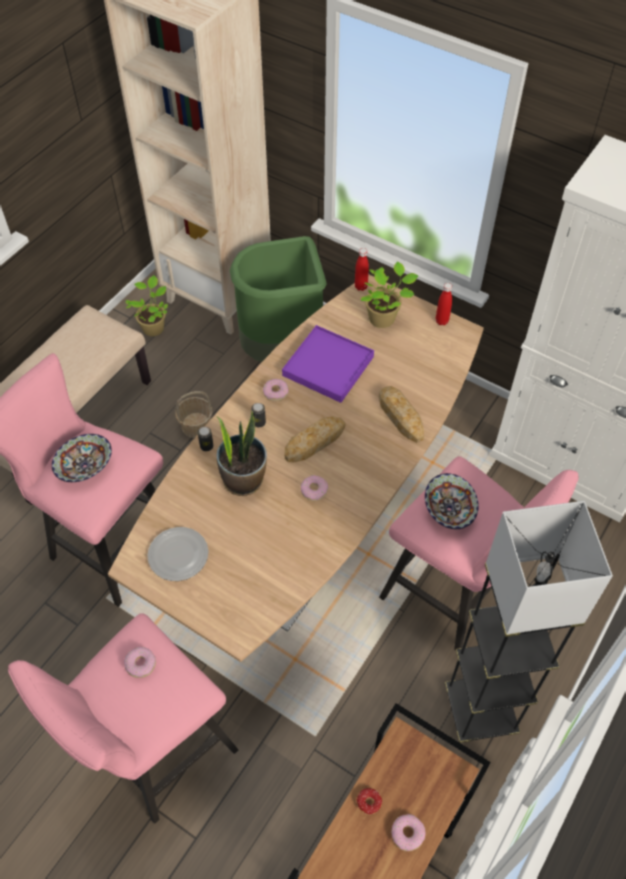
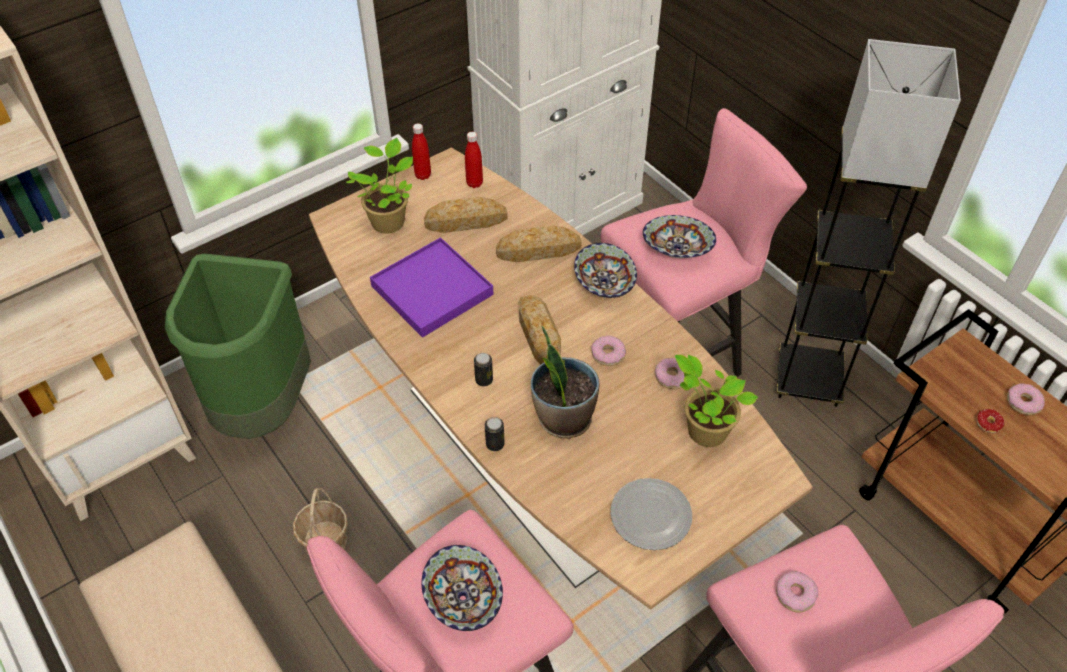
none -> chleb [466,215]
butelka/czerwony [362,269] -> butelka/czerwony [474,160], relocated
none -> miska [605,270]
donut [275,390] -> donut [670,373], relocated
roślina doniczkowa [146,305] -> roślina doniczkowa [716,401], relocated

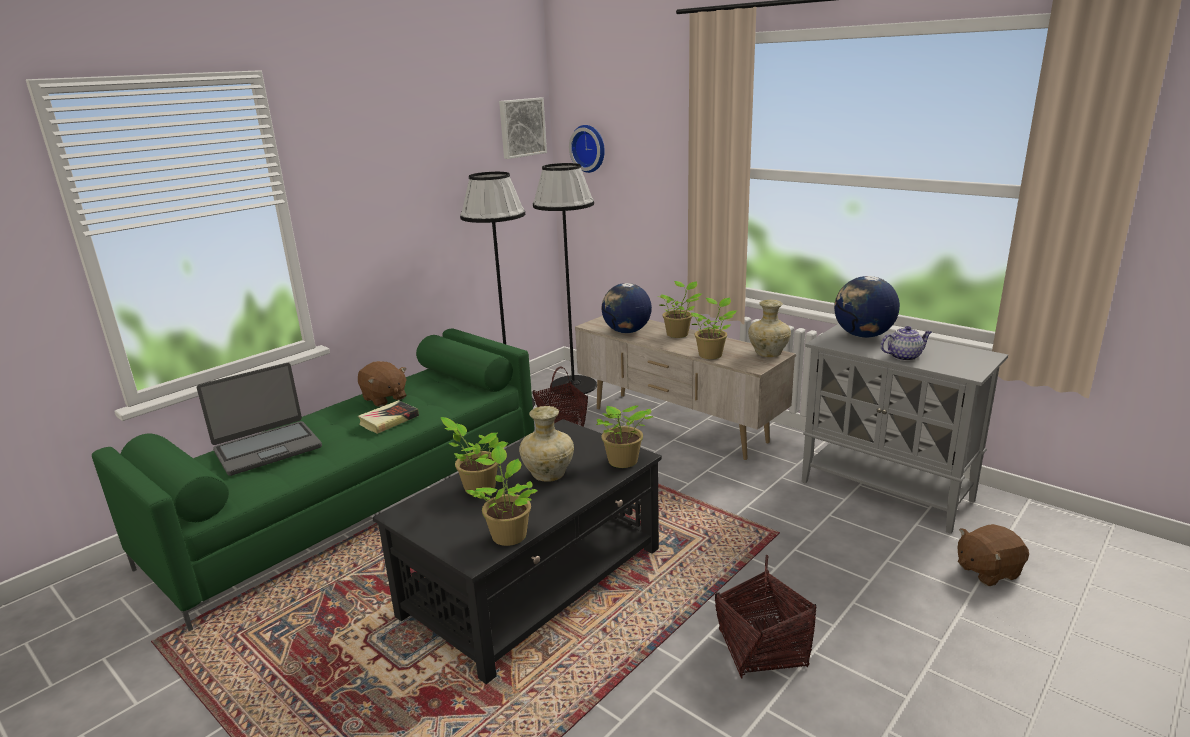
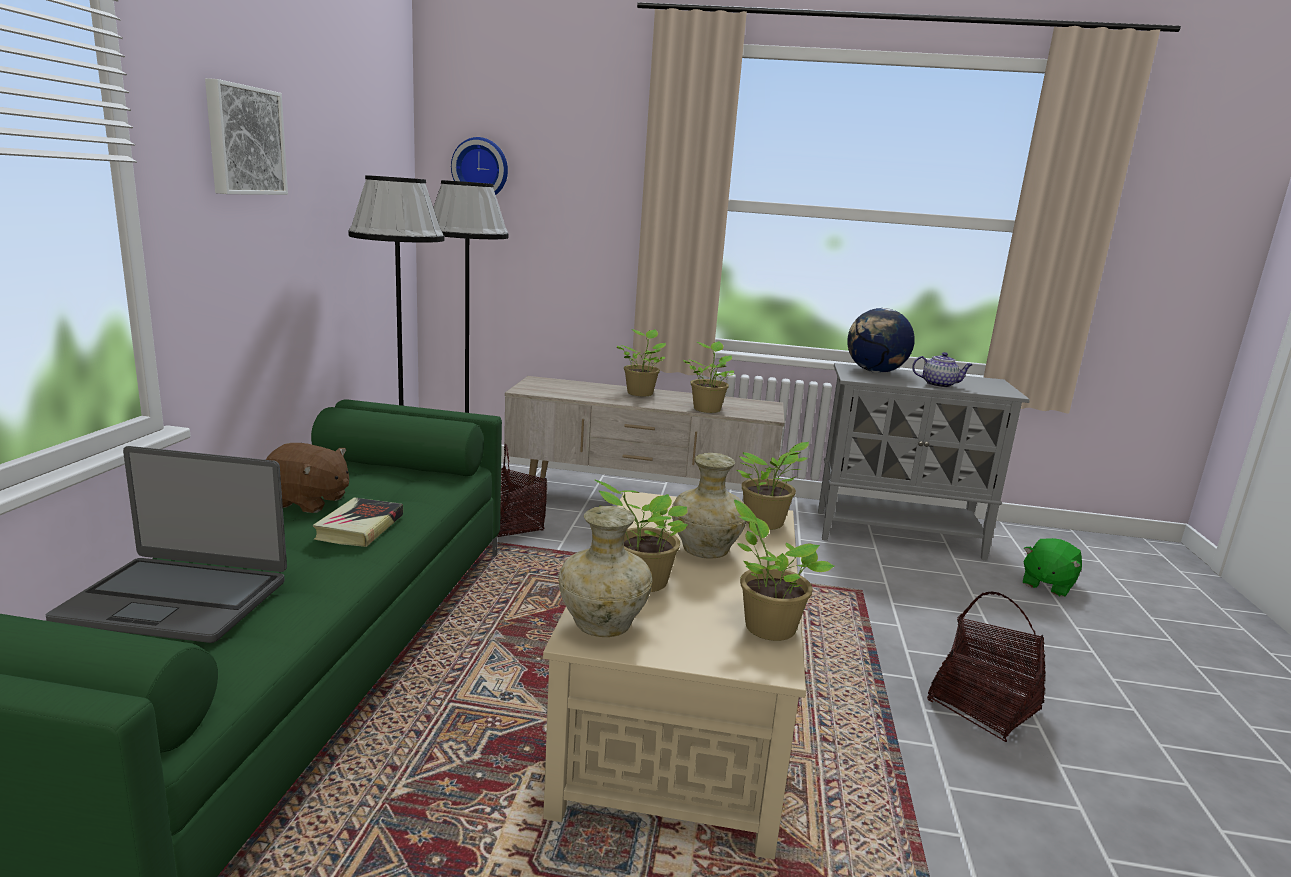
laptop [259,419] -> laptop [166,544], 75 degrees clockwise
obraz [523,128] -> obraz [246,136], relocated
ława/czarny [517,551] -> ława/beżowy [674,675]
wazon/beżowy [769,328] -> wazon/beżowy [605,571], relocated
imbryk [906,343] -> imbryk [942,370], 60 degrees clockwise
pluszak/brązowy [993,555] -> pluszak/zielony [1052,567]
globus [627,308] -> none

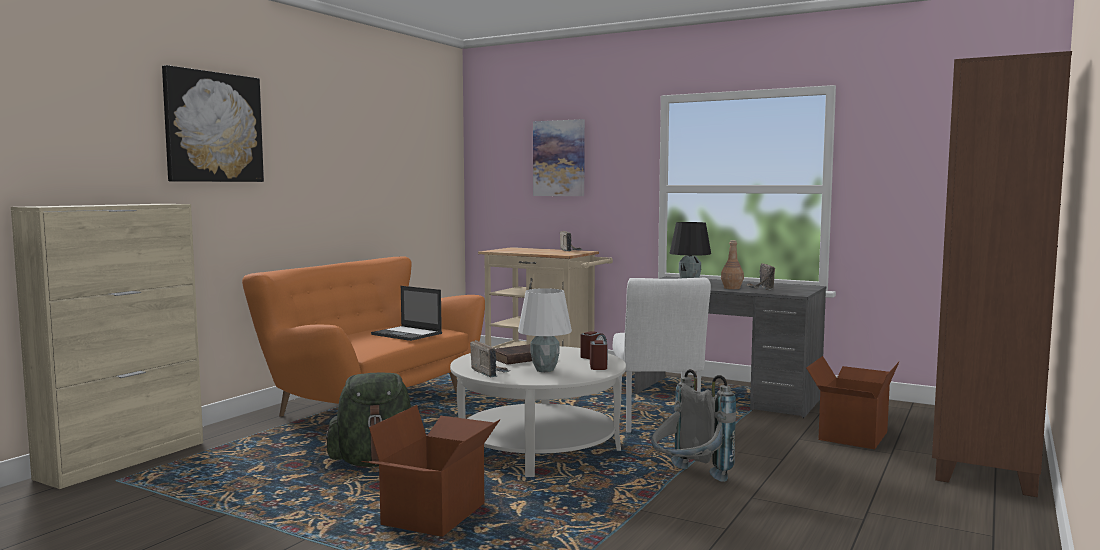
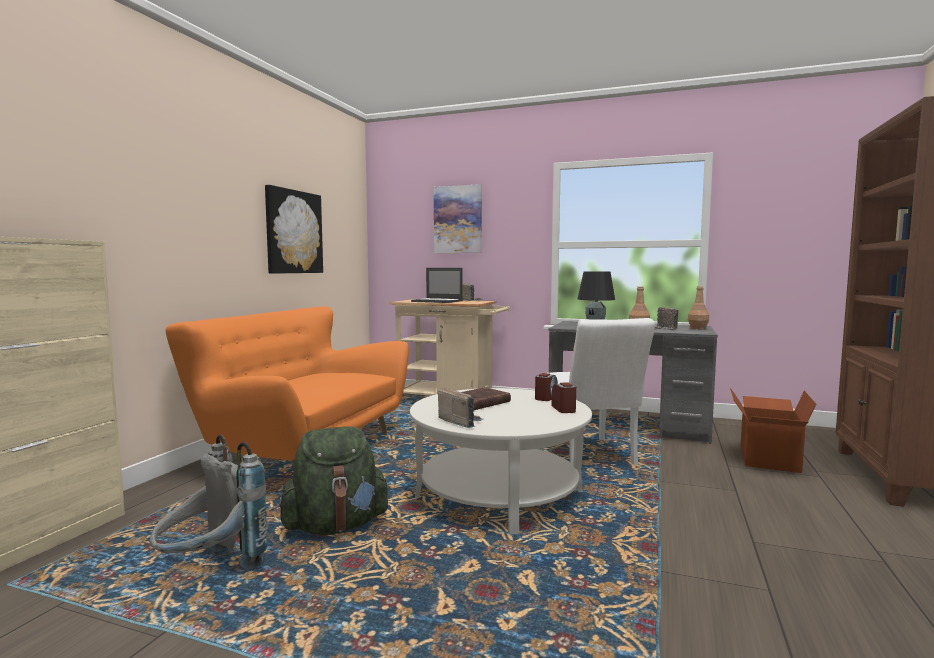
plecak/szary [693,425] -> plecak/szary [208,502], relocated
obraz [213,123] -> obraz [294,229], relocated
laptop [406,313] -> laptop [437,285], relocated
none -> butelka/brązowy [698,307]
karton [431,471] -> none
lampa stołowa/biały [545,330] -> none

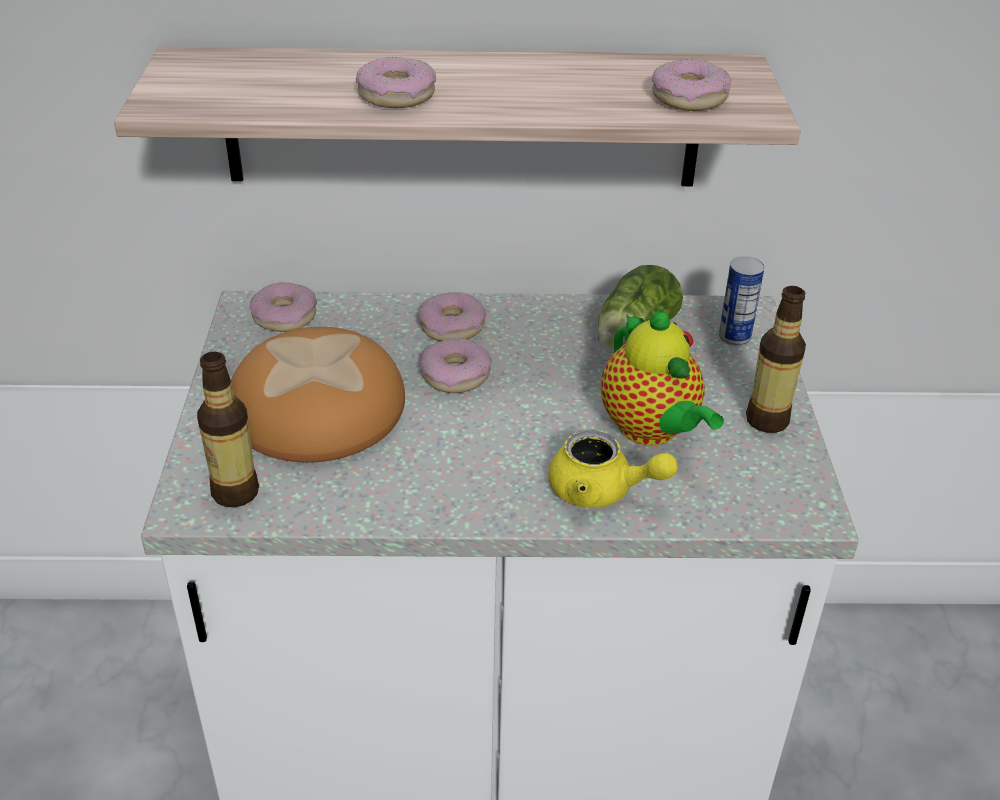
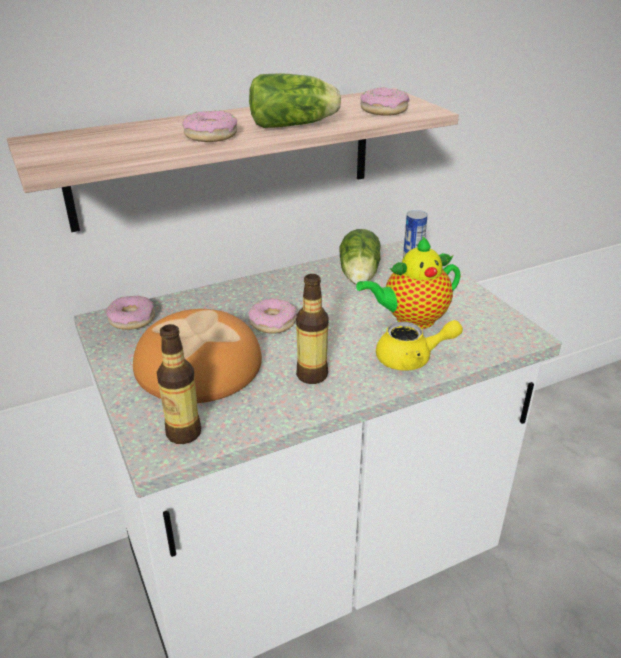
none -> sałata [295,100]
butelka [776,359] -> butelka [312,329], relocated
imbryk [662,377] -> imbryk [408,282], 120 degrees clockwise
donut [452,316] -> none

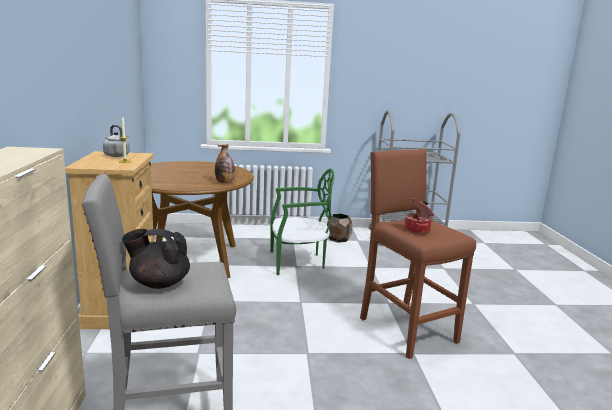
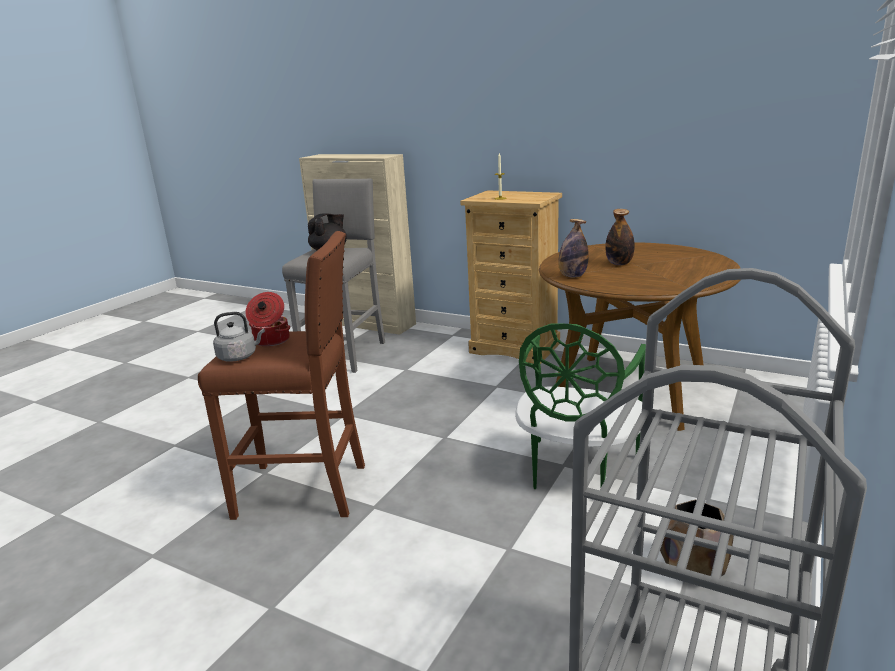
czajnik/szary [116,141] -> czajnik/szary [239,337], relocated
none -> butelka [620,237]

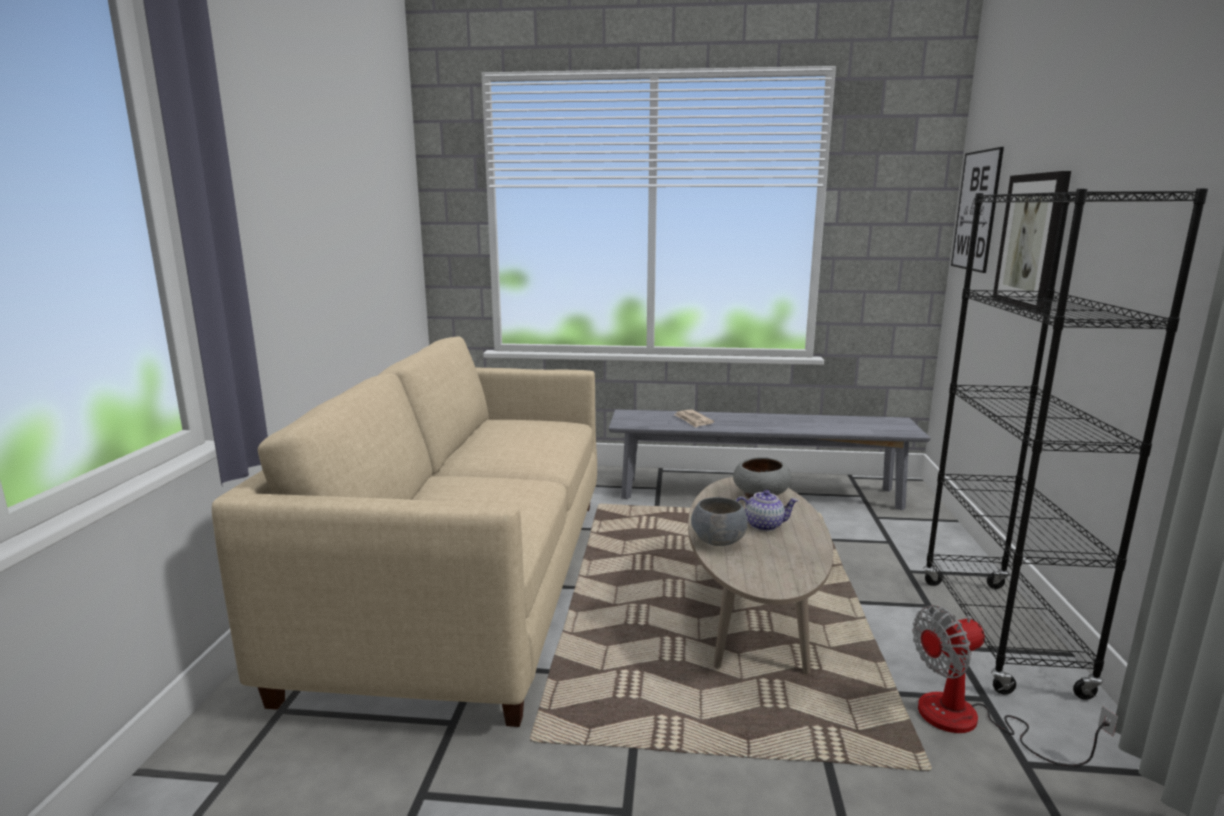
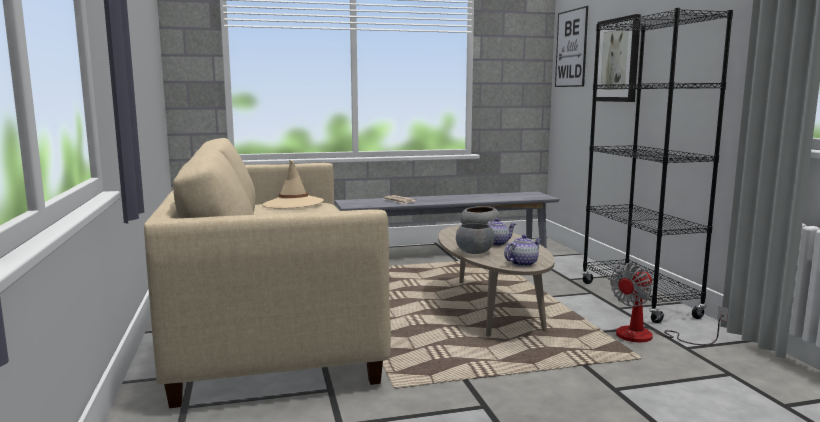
none -> kapelusz/beżowy [293,184]
none -> imbryk [523,251]

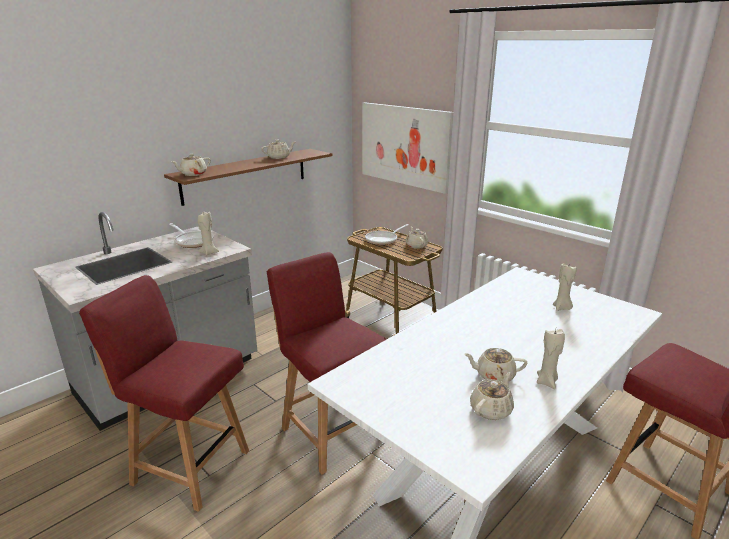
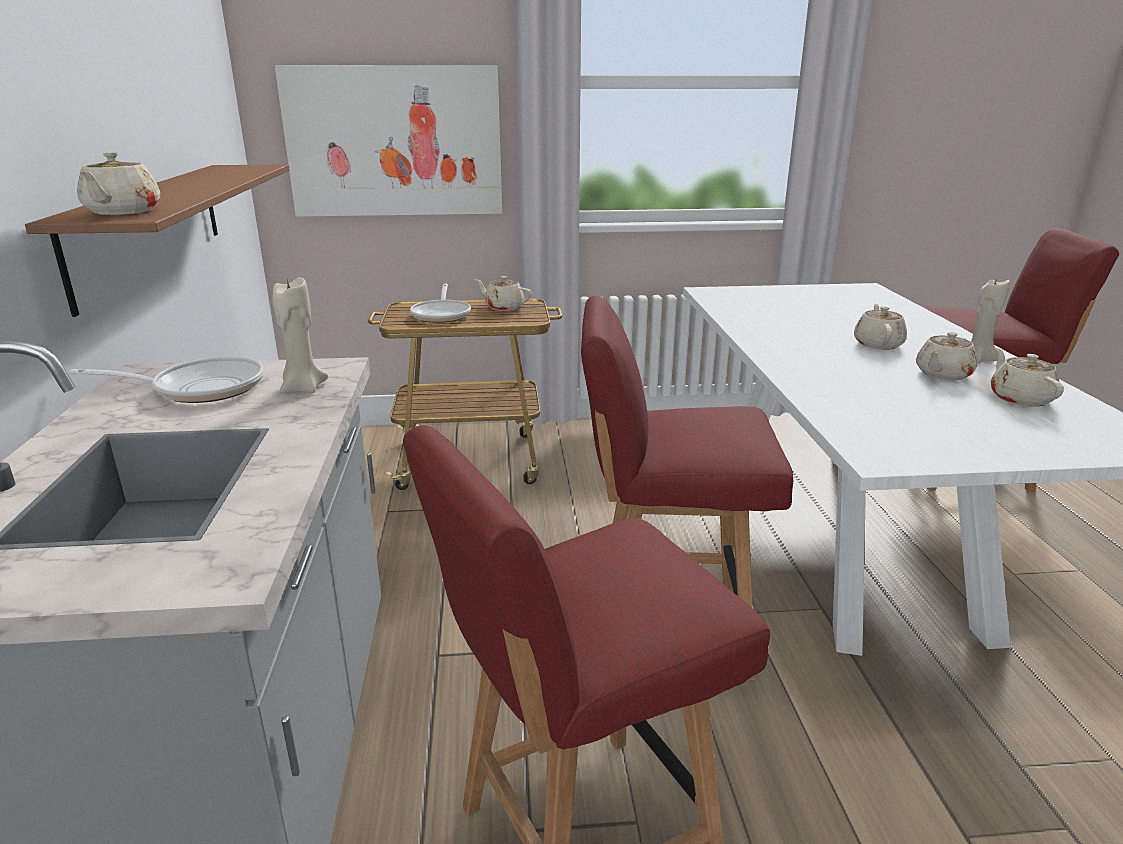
imbryk/beżowy [278,149] -> imbryk/beżowy [880,327], relocated
świeca/beżowy [565,287] -> none

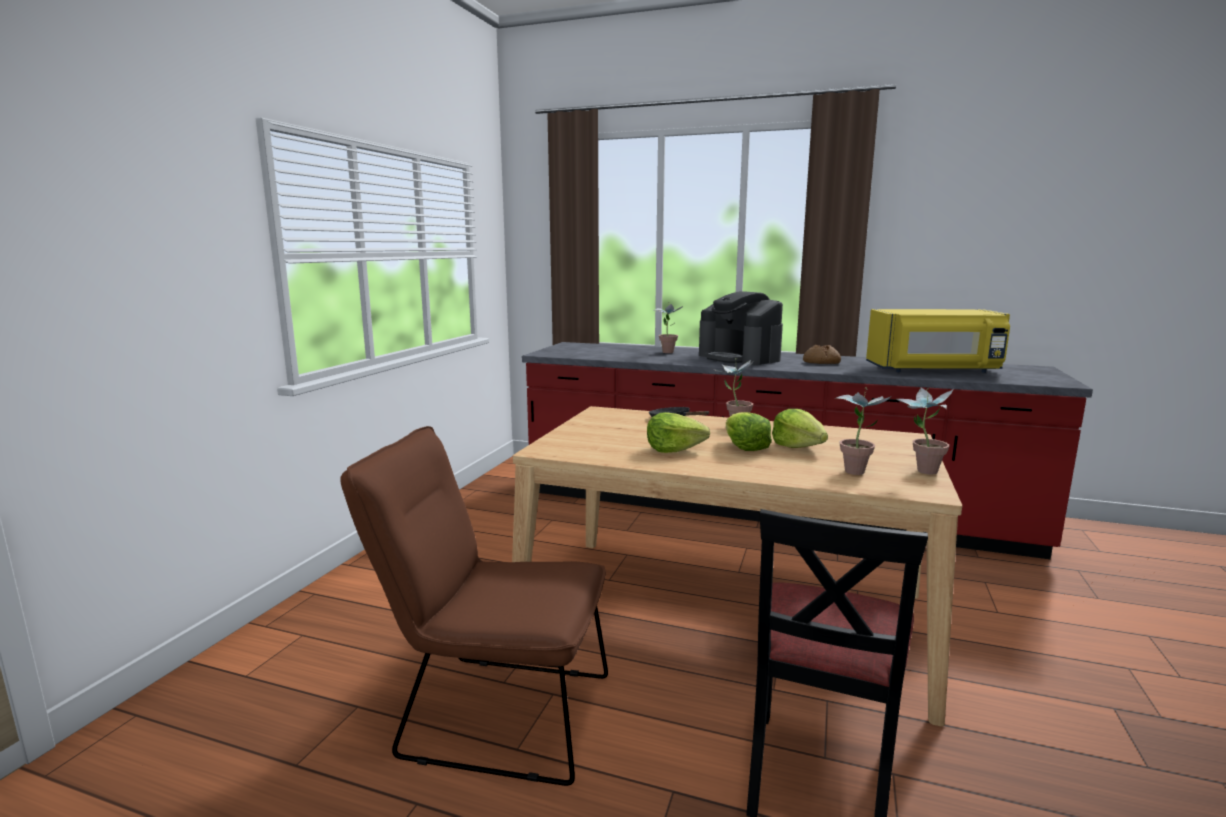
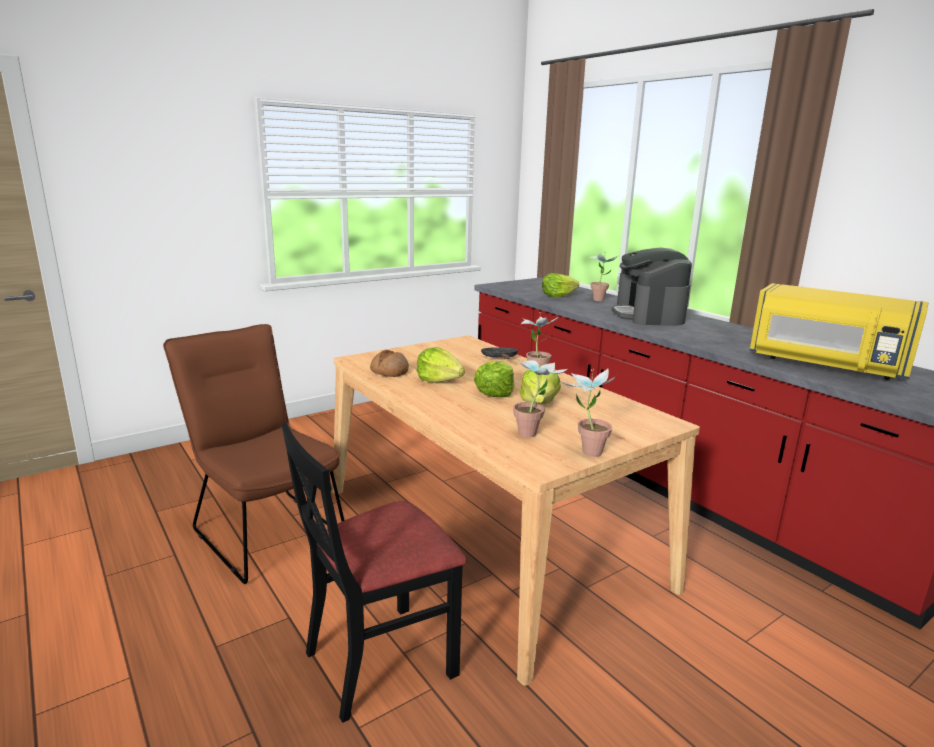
chleb [822,354] -> chleb [389,363], relocated
none -> sałata [560,285]

